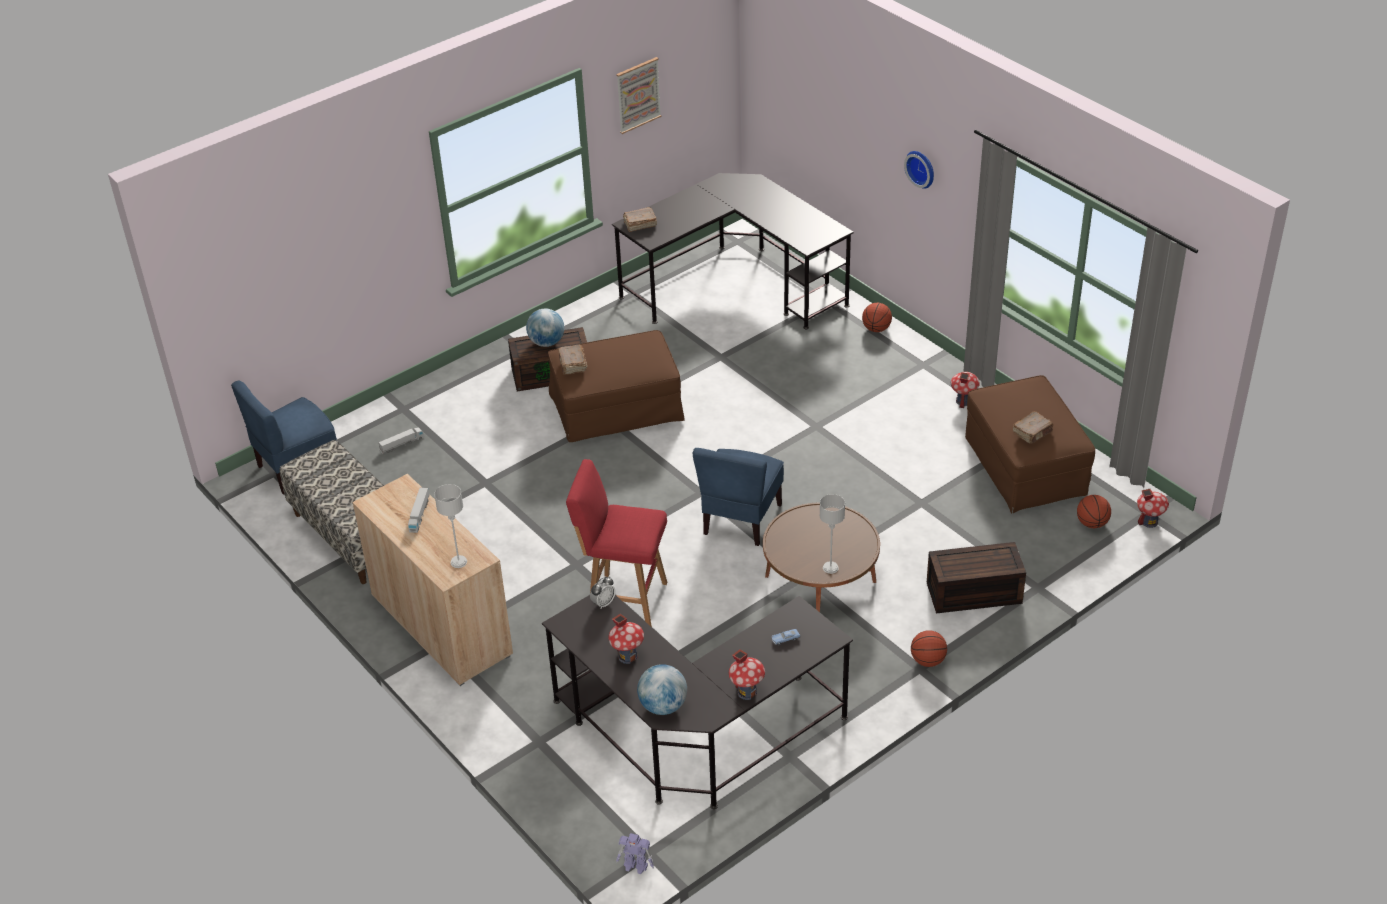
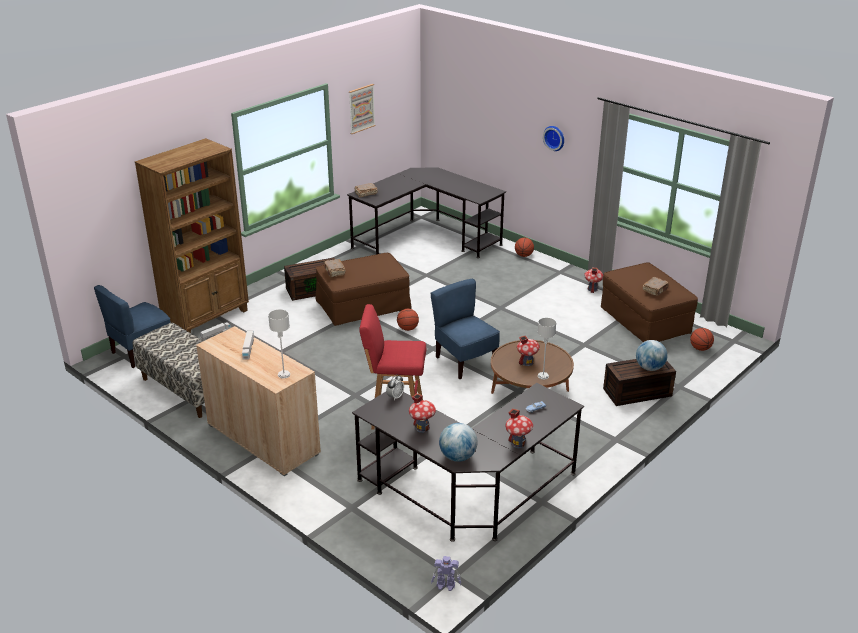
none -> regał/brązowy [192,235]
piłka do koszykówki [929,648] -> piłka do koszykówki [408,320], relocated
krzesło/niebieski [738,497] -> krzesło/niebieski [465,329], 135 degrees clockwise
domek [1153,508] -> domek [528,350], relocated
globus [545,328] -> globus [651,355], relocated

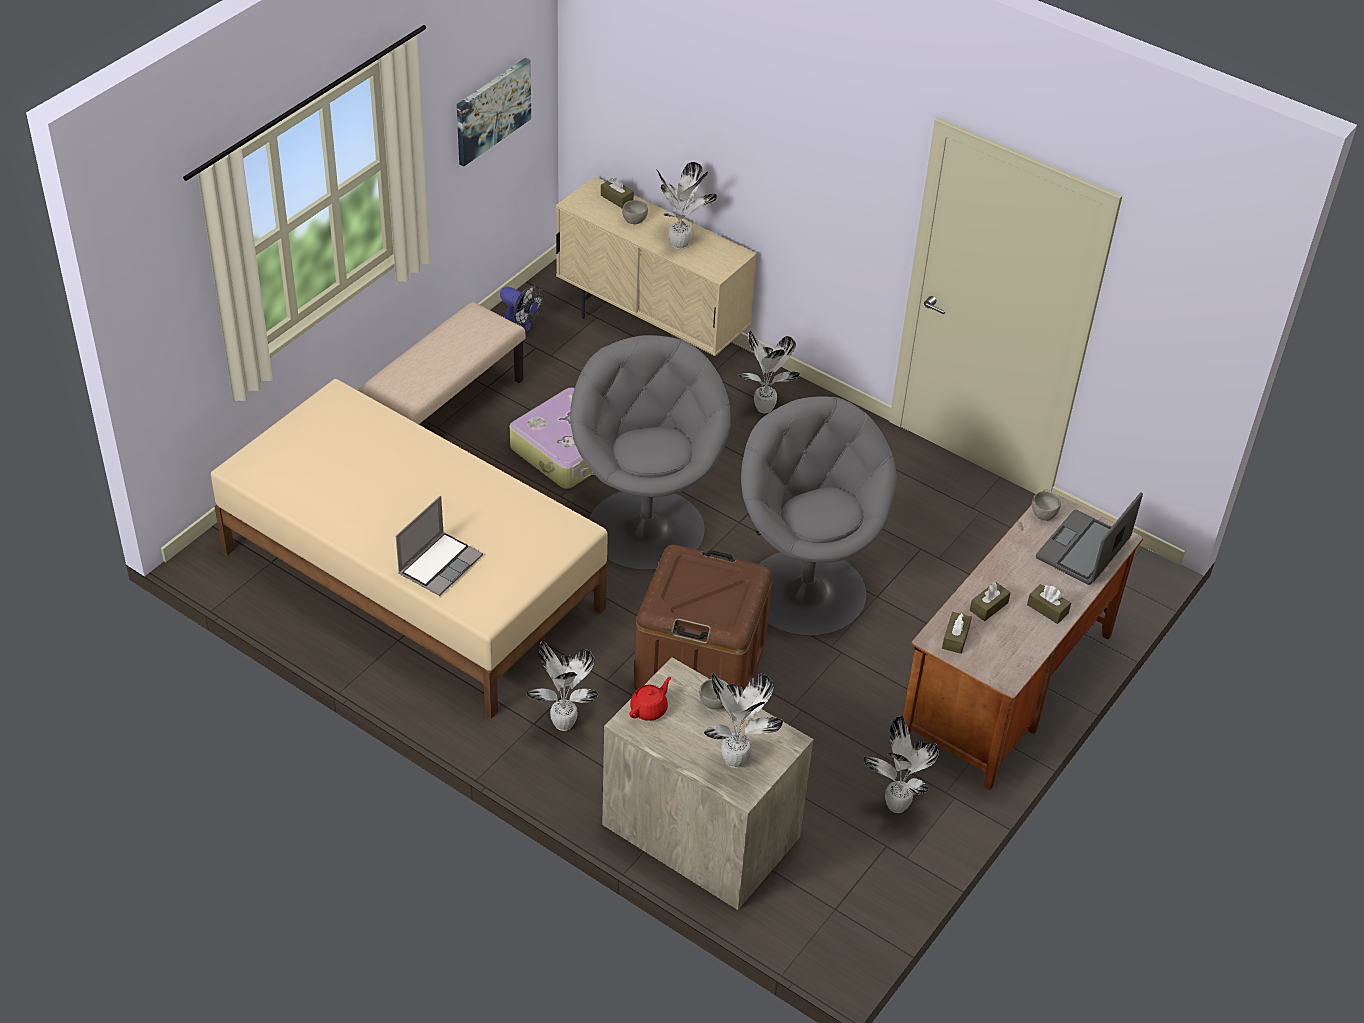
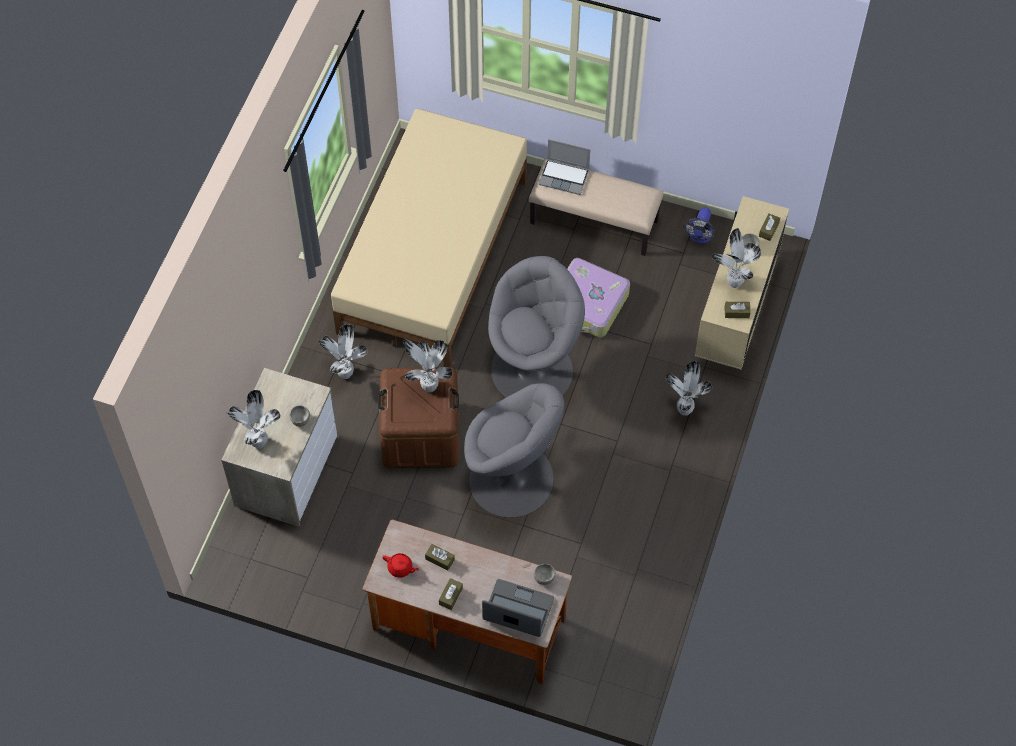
imbryk/czerwony [650,699] -> imbryk/czerwony [400,565], relocated
roślina doniczkowa [901,764] -> roślina doniczkowa [428,365], relocated
fotel/szary [819,516] -> fotel/szary [514,450], 75 degrees clockwise
laptop [439,546] -> laptop [564,167], relocated
pudełko chusteczek/brązowy [957,633] -> pudełko chusteczek/brązowy [737,310], relocated
obraz [494,112] -> none

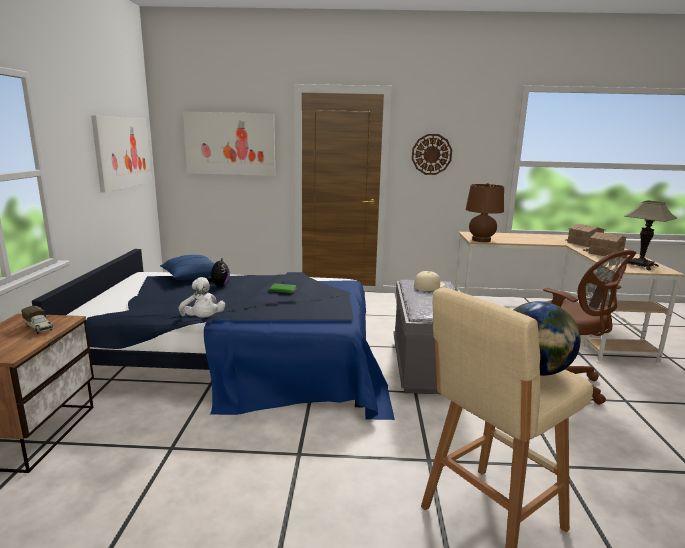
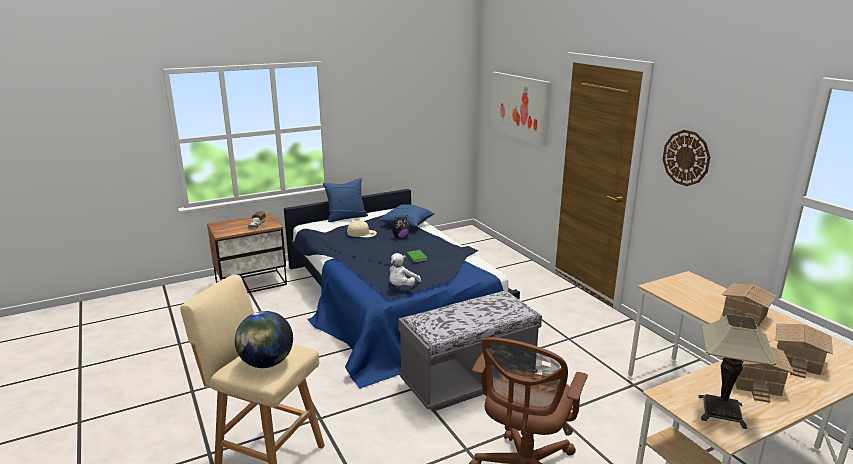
none -> poduszka/niebieski [345,200]
czapka z daszkiem/beżowy [429,281] -> czapka z daszkiem/beżowy [362,229], relocated
pluszak/biały [202,297] -> pluszak/biały [405,269], relocated
none -> domek [749,305]
obraz [121,154] -> none
lampa stołowa/brązowy [485,212] -> none

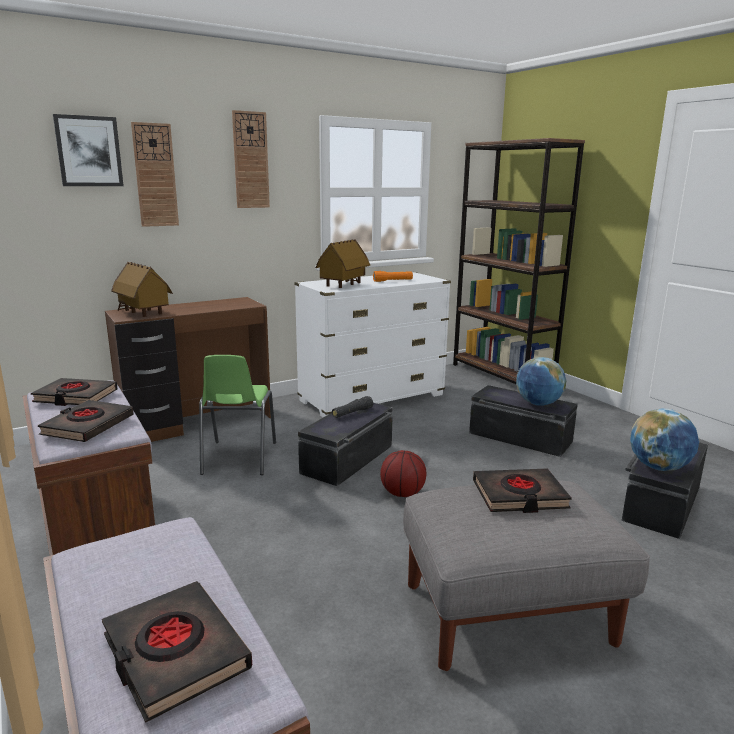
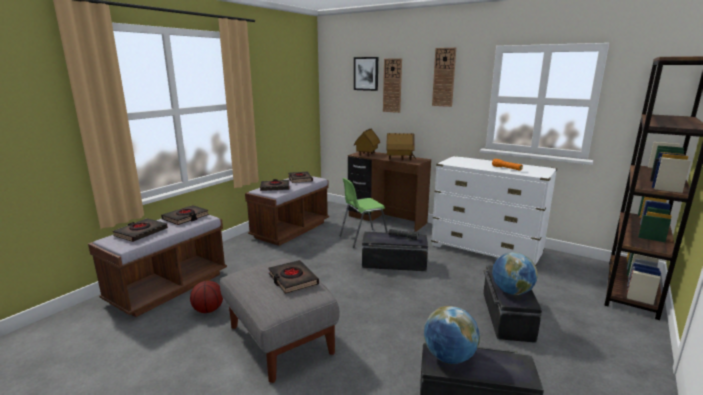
none -> książka/czarny [185,215]
piłka do koszykówki [403,473] -> piłka do koszykówki [206,297], relocated
domek [343,263] -> domek [401,146], relocated

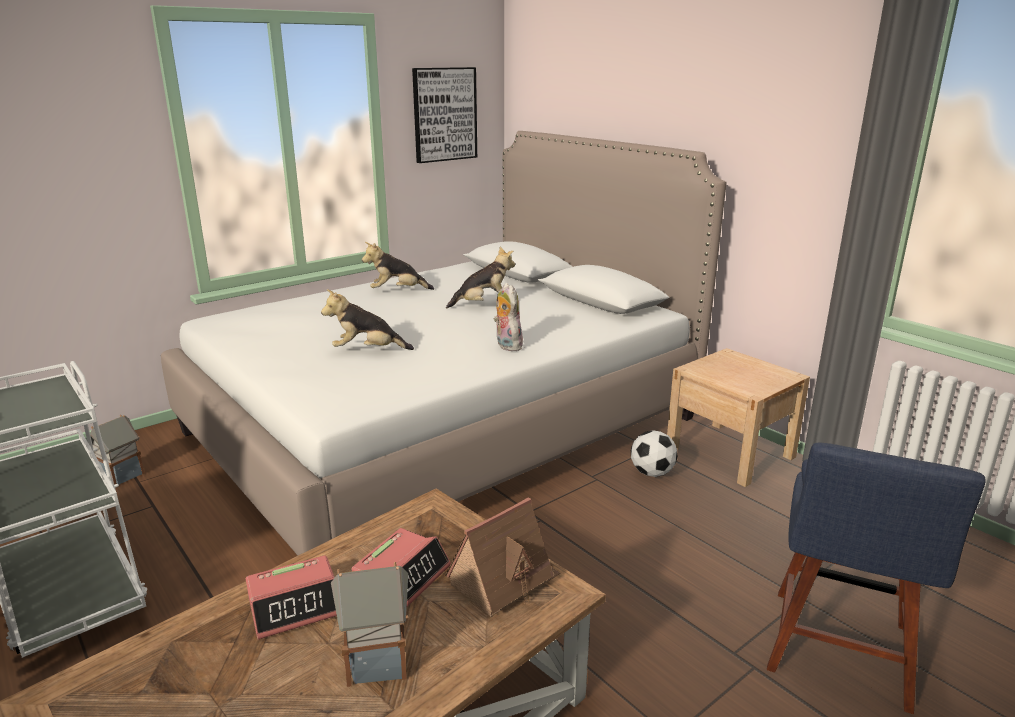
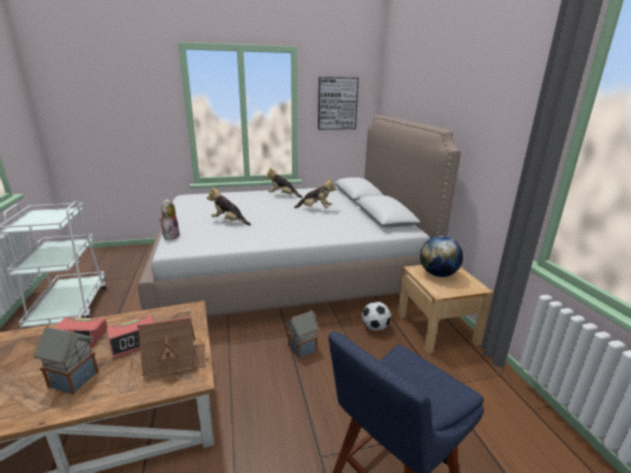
pluszak [508,317] -> pluszak [169,219], relocated
domek [117,450] -> domek [303,334], relocated
none -> globus [441,256]

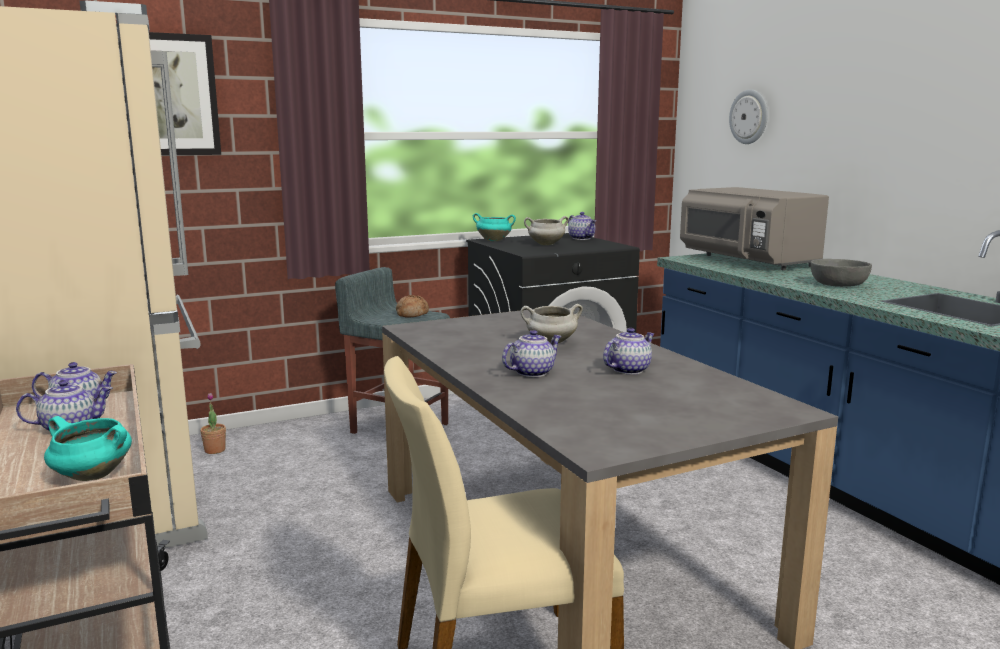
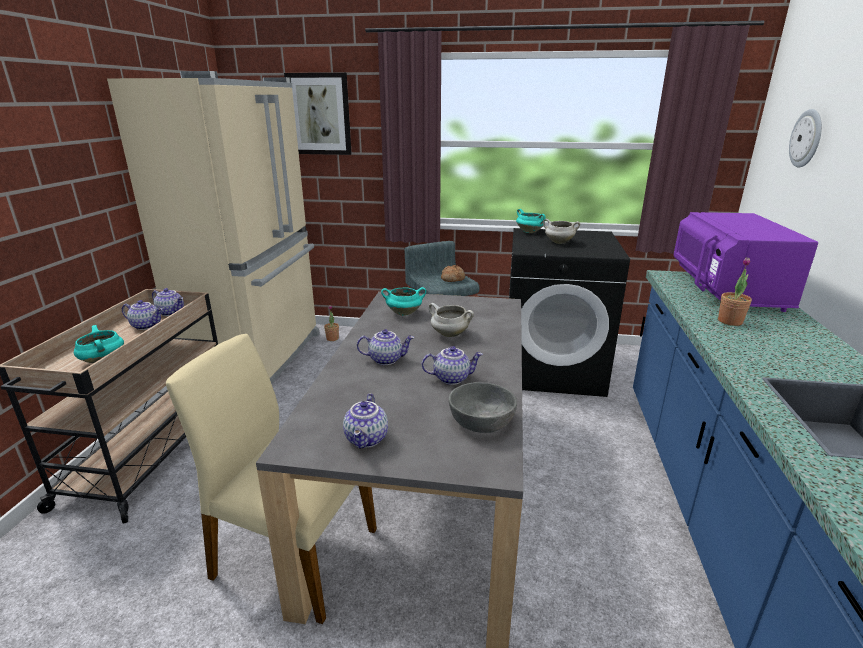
imbryk [582,226] -> imbryk [365,421], relocated
none -> garnek/turkusowy [403,301]
miska/szary [841,273] -> miska/szary [483,407], relocated
mikrofalówka/szary [754,228] -> mikrofalówka/fioletowy [746,262]
none -> roślina doniczkowa [735,291]

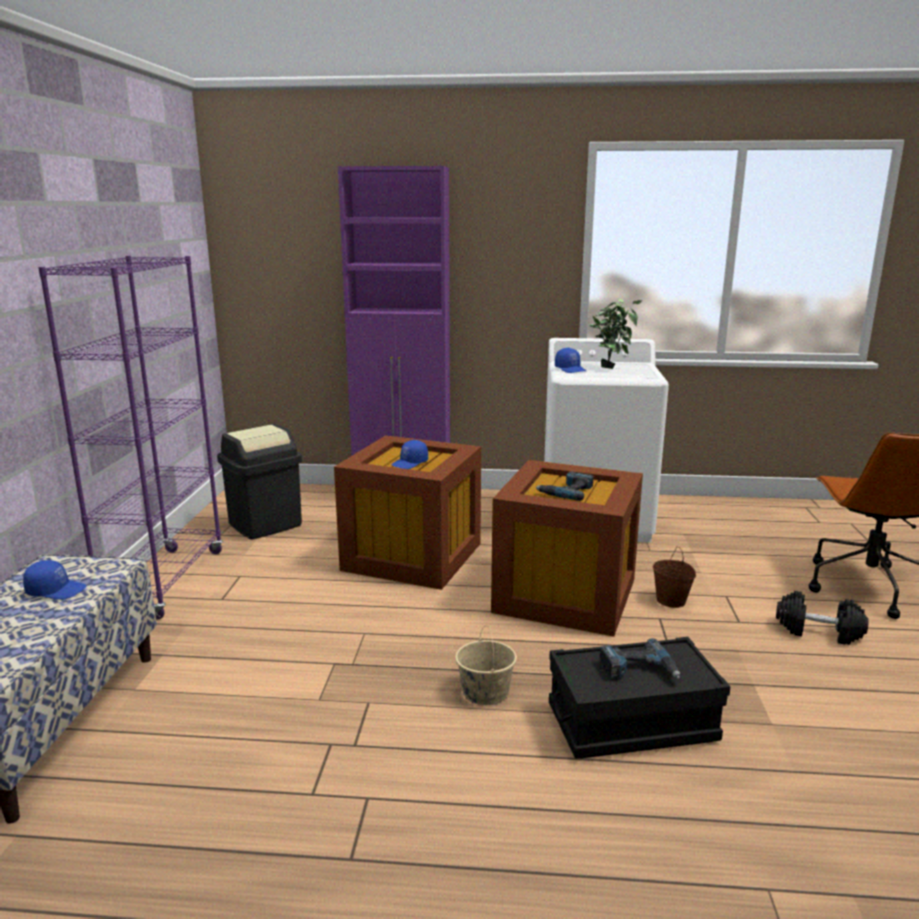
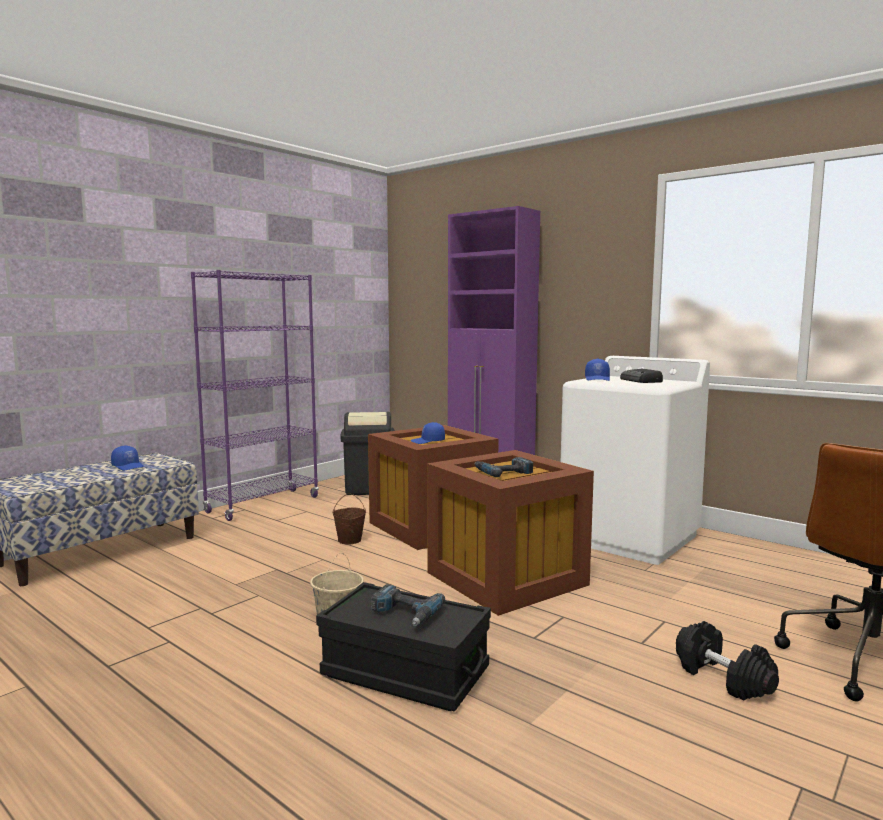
wiadro/brązowy [674,577] -> wiadro/brązowy [349,519], relocated
roślina doniczkowa [615,334] -> radio [641,376]

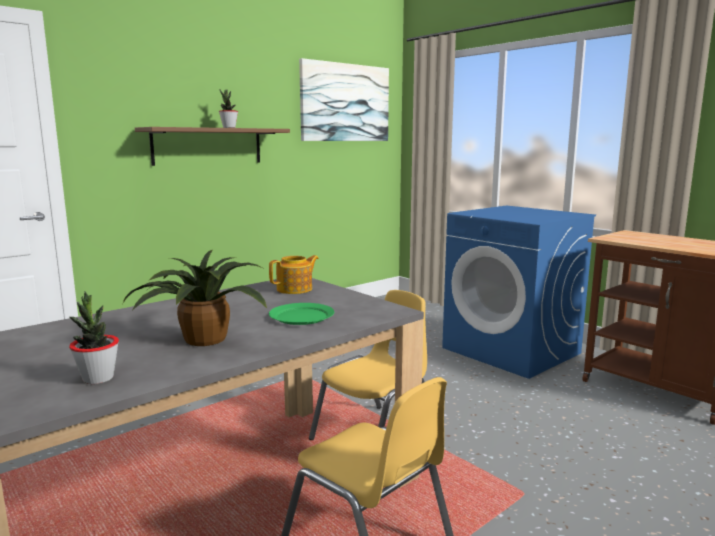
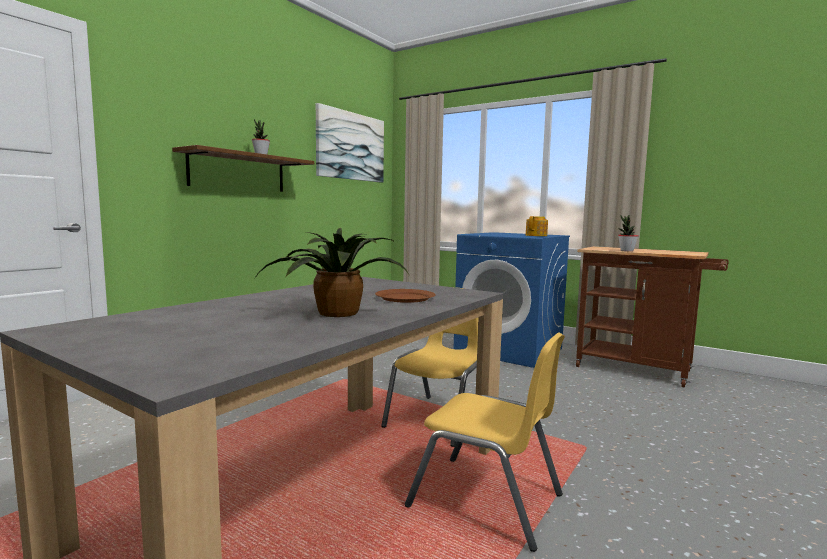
talerz/zielony [301,314] -> talerz/brązowy [405,296]
imbryk [294,274] -> imbryk [537,226], relocated
roślina doniczkowa [94,337] -> roślina doniczkowa [628,233], relocated

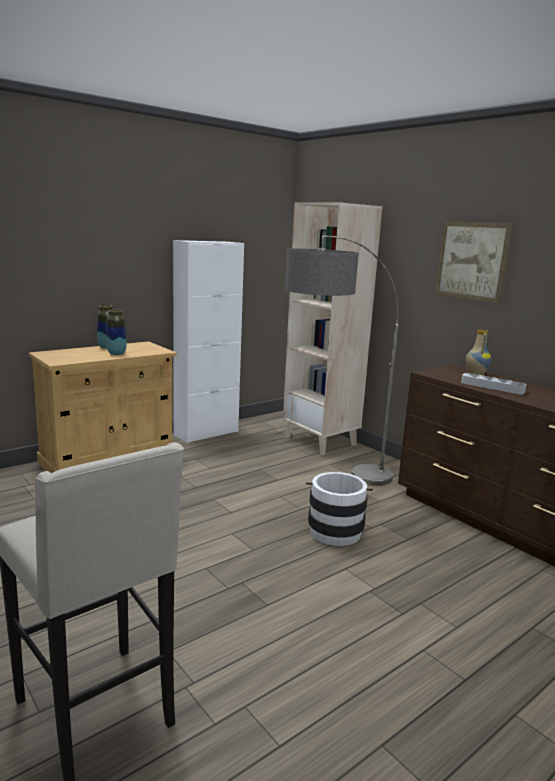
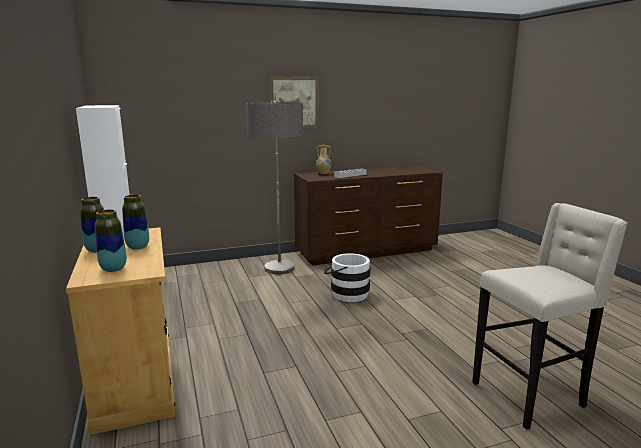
none -> wazon [111,240]
regał/beżowy [332,328] -> none

